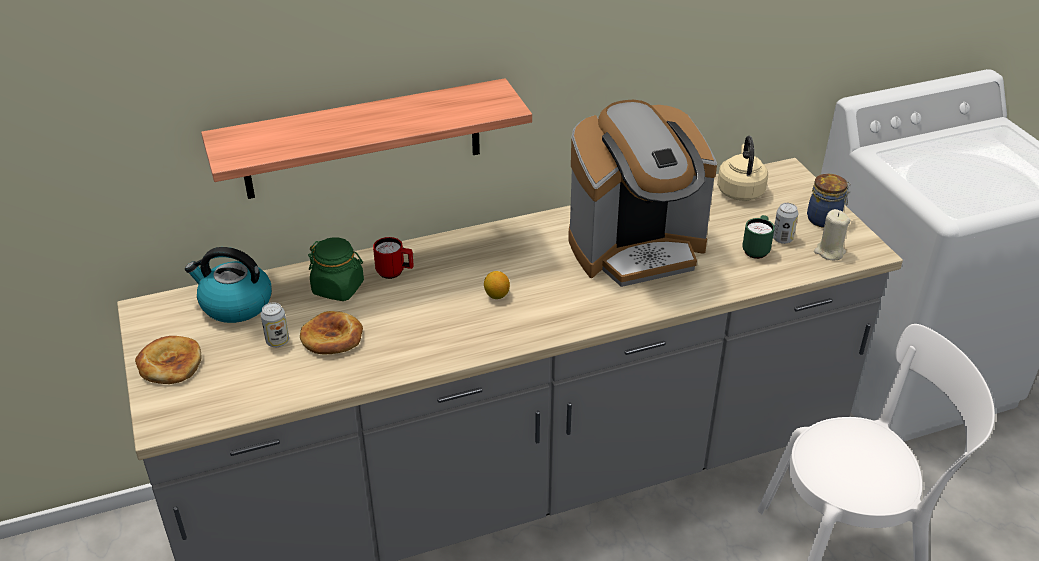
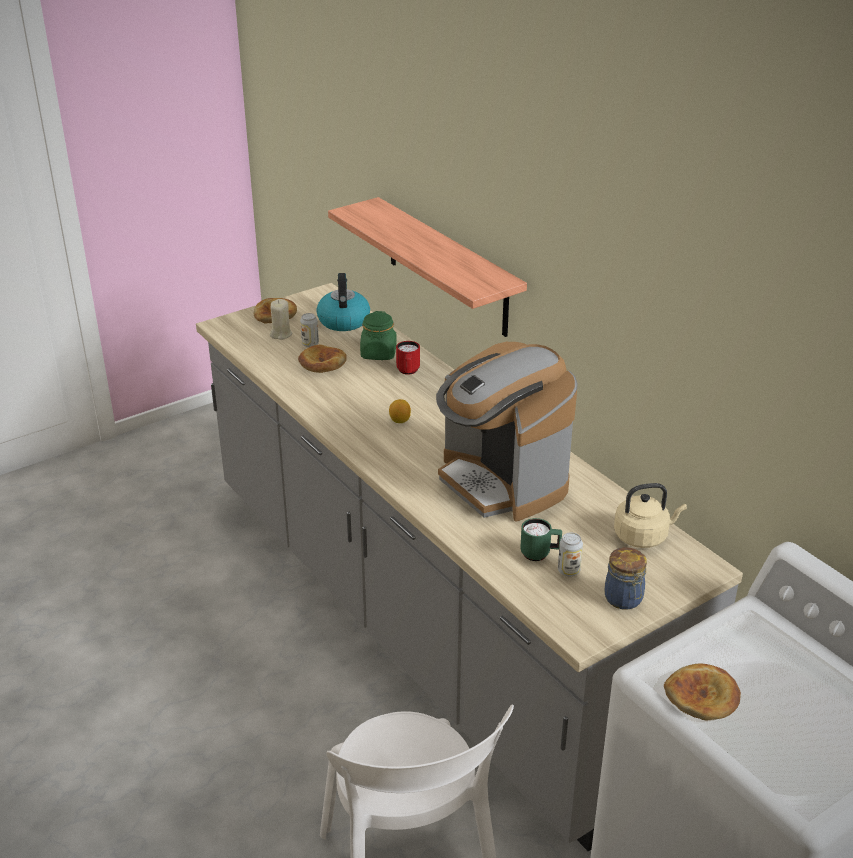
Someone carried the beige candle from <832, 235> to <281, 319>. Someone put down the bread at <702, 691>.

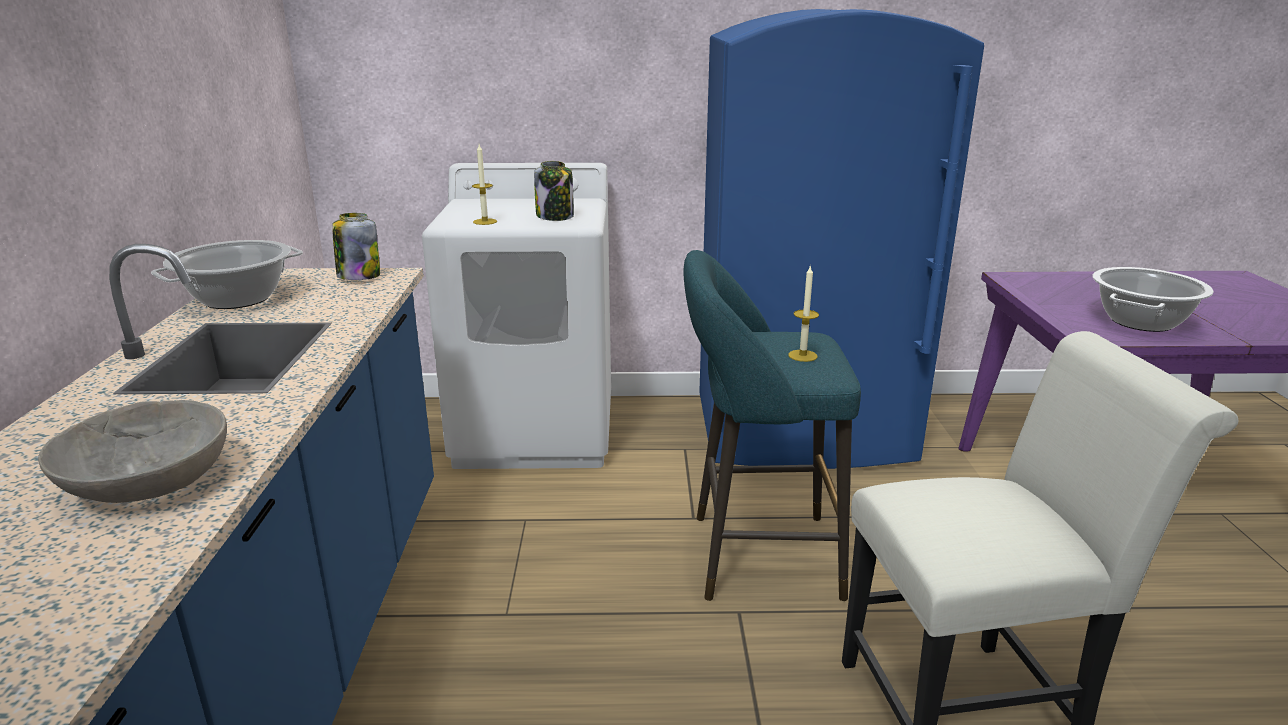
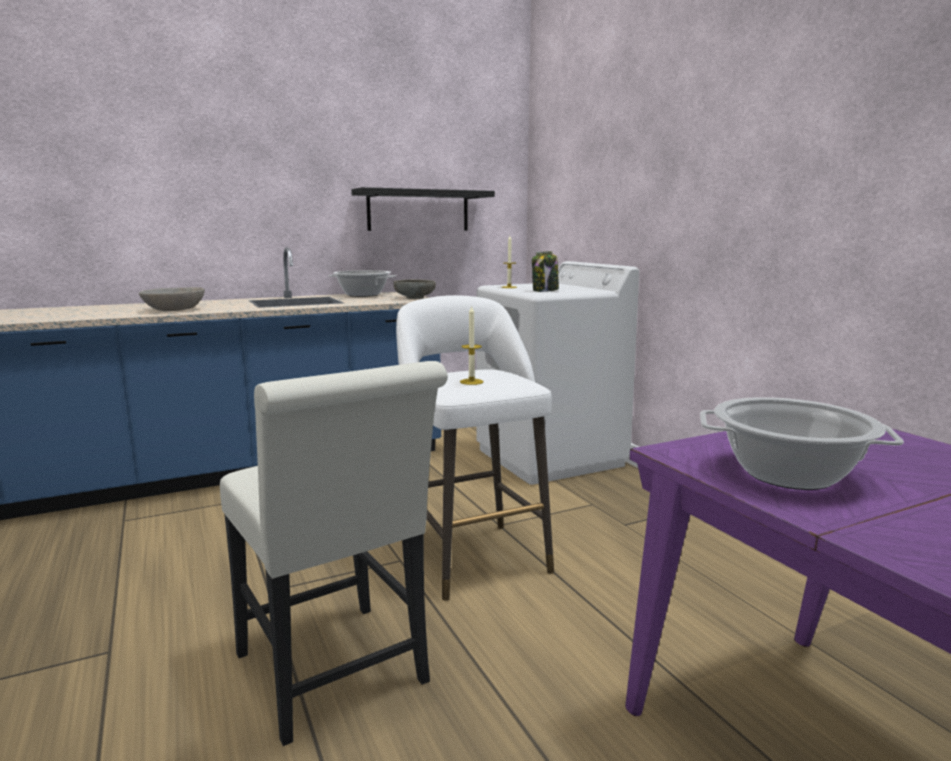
Someone put up the black shelf at <423, 209>. Someone swapped the storage jar at <356, 246> for the greyish deep dish at <415, 289>. Someone repainted the turquoise stool seat at <772, 425>, which became the white-coloured stool seat at <475, 448>. Someone took away the bluish kitchen fridge at <841, 239>.

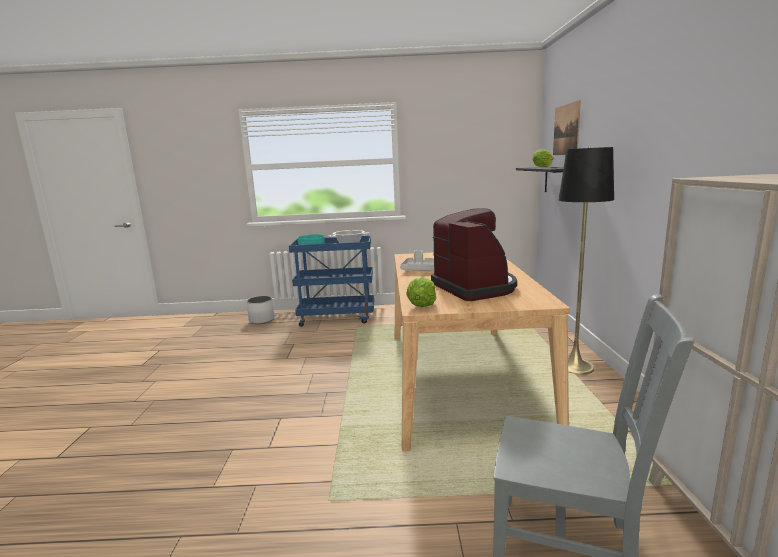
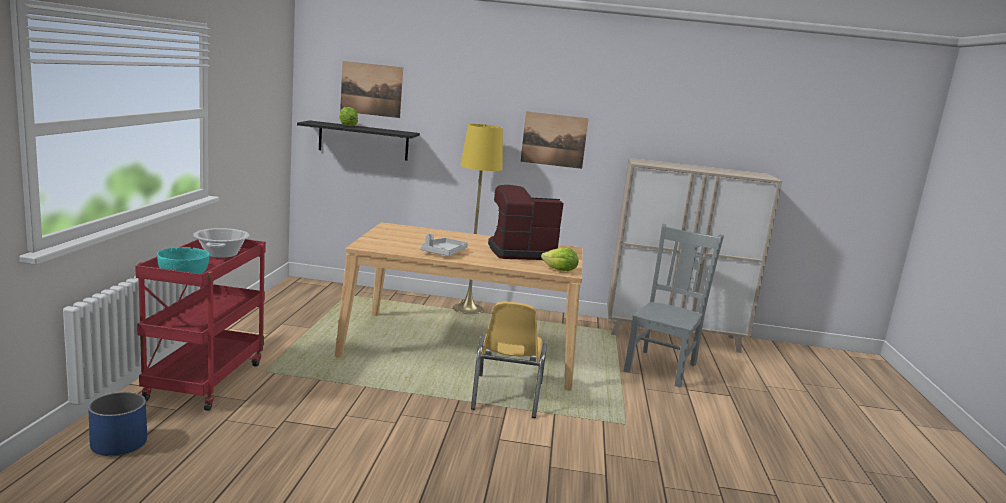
Someone repainted the white-coloured flower pot at <260, 310>, which became the bluish flower pot at <117, 424>. Someone repainted the bluish trolley at <331, 281>, which became the red trolley at <200, 325>. Someone repainted the black standard lamp at <586, 260>, which became the yellow standard lamp at <478, 219>. Someone put down the yellow chair at <509, 360>. Someone put up the wall art at <555, 140>.

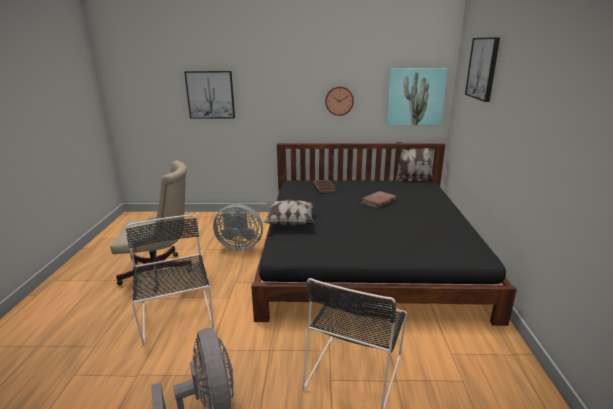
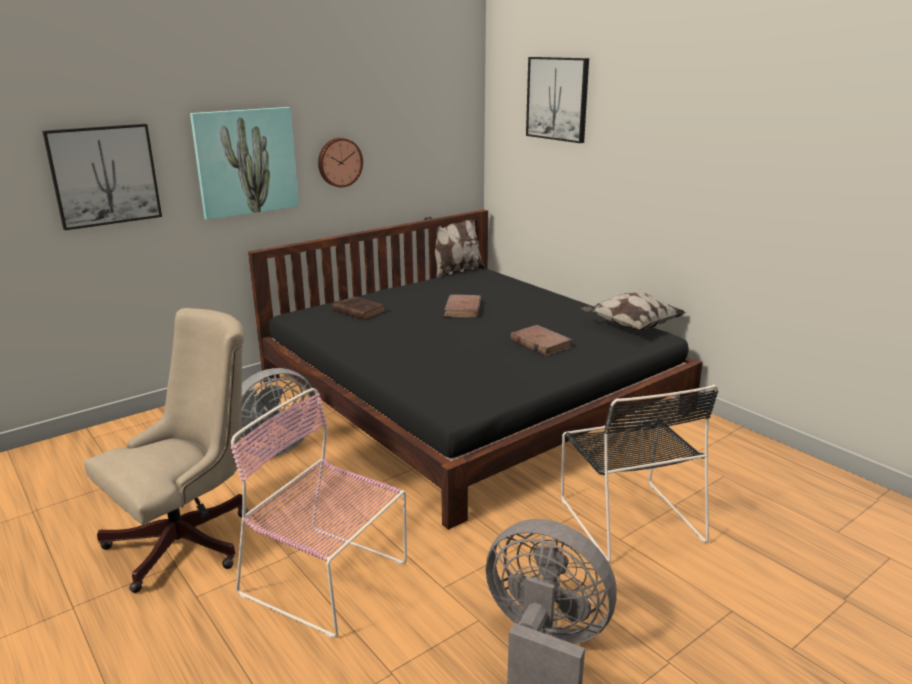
Someone carried the wall art from <417, 96> to <244, 163>. Someone repainted the black chair at <170, 279>, which became the pinkish chair at <319, 513>. Someone put down the brown-coloured volume at <541, 340>. Someone carried the pillow from <288, 213> to <633, 311>.

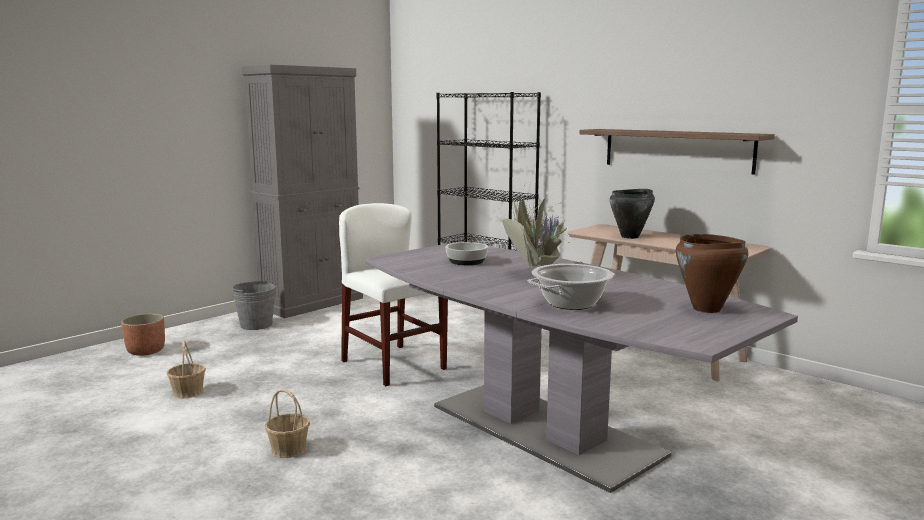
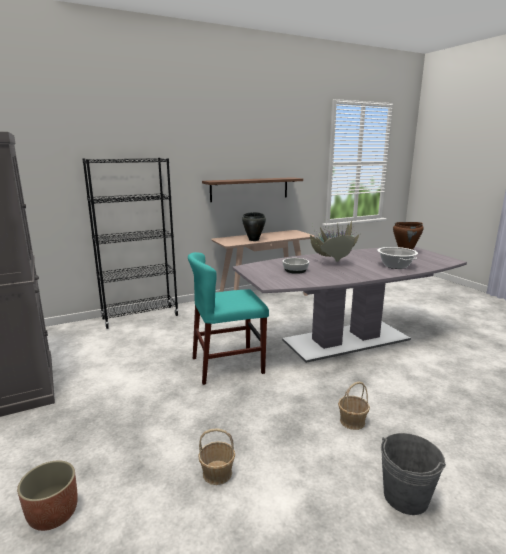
Someone repainted the white-coloured chair at <393, 294>, which became the turquoise chair at <228, 318>. Someone carried the greyish pail from <254, 305> to <413, 474>.

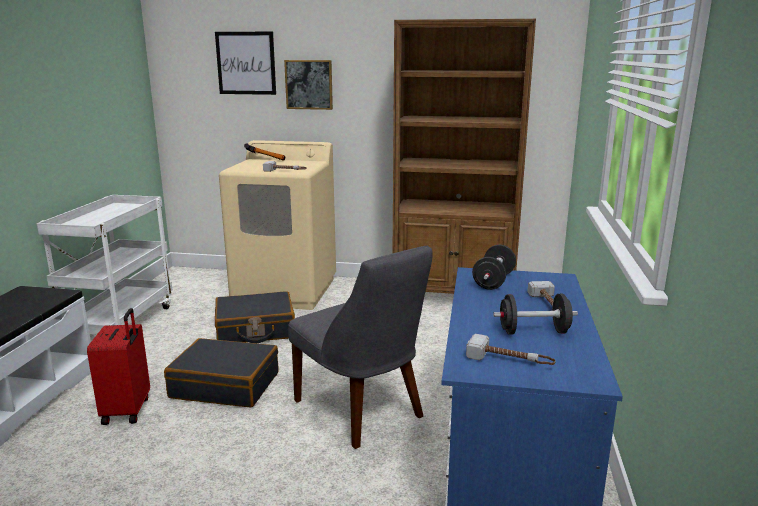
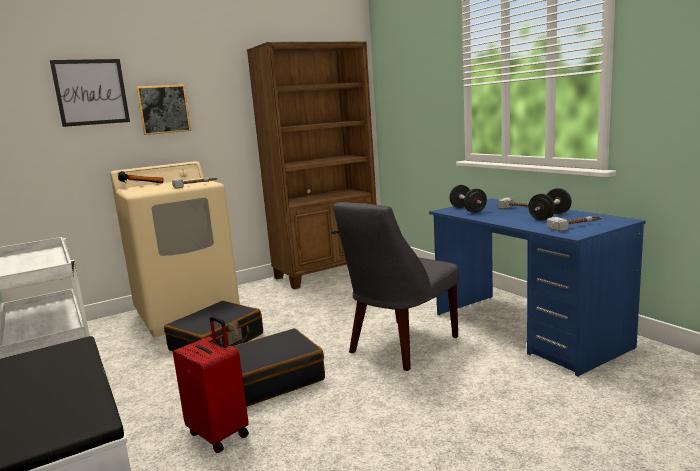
Someone rotated the greyish chair at <360, 347> by 120 degrees clockwise.

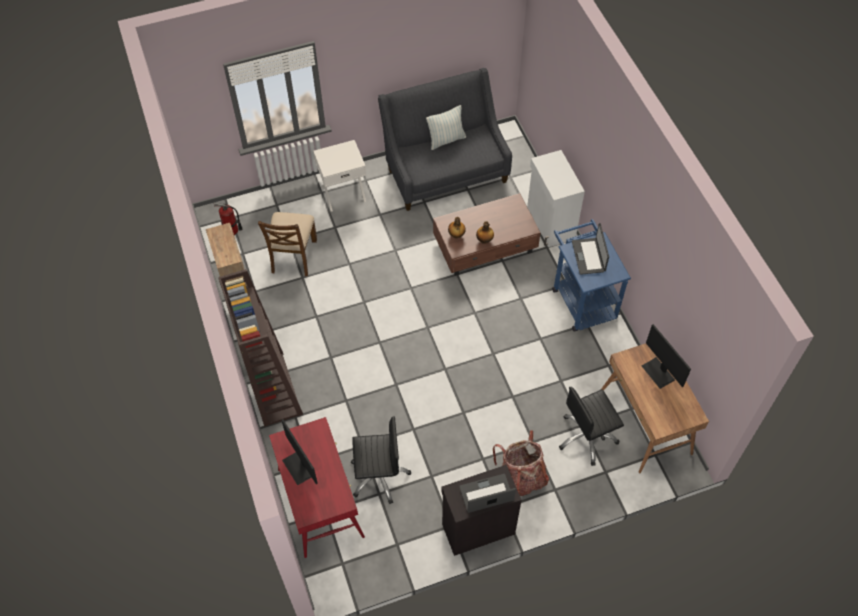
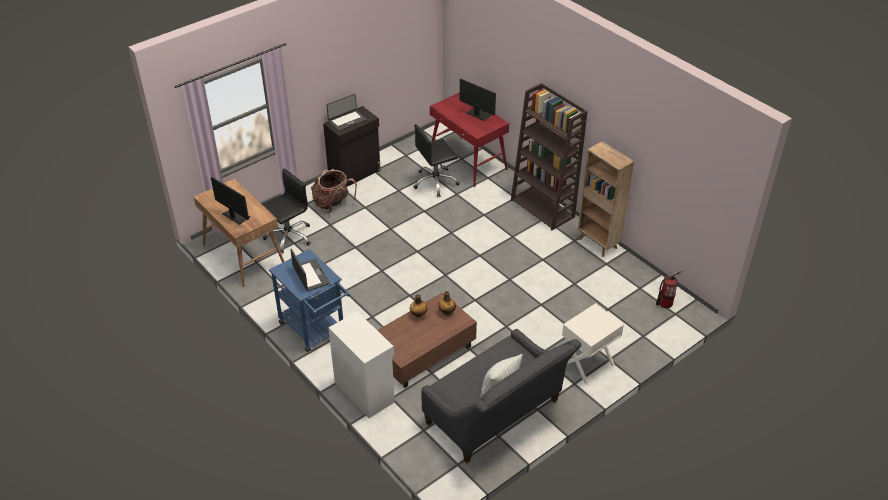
Someone took away the brown-coloured chair at <287, 244>.

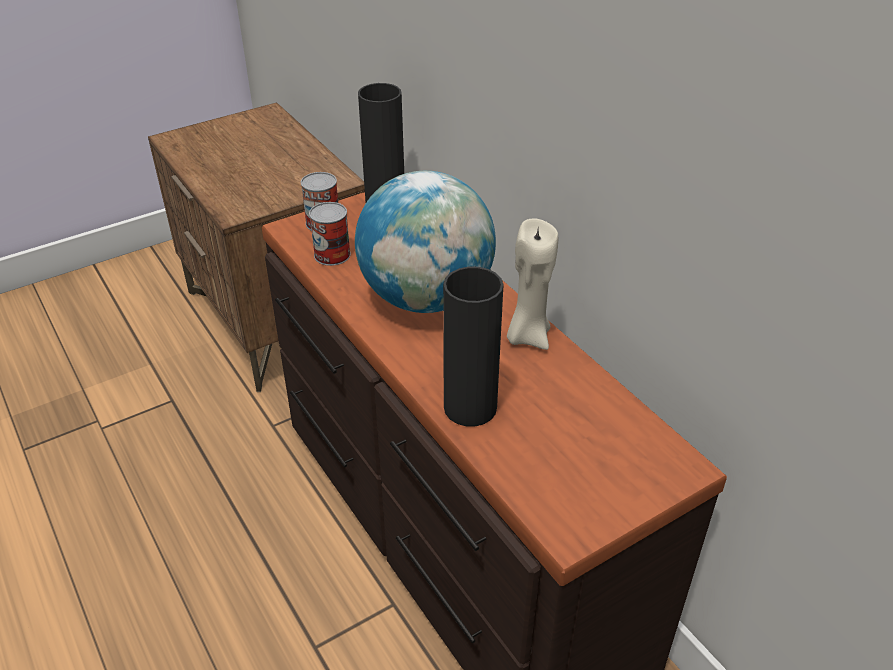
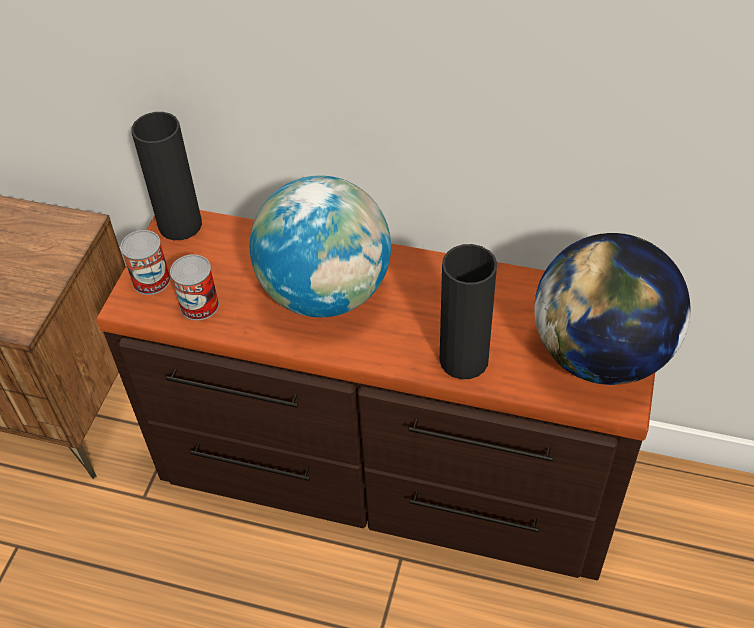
Someone put down the globe at <612, 309>. Someone took away the beige candle at <532, 284>.

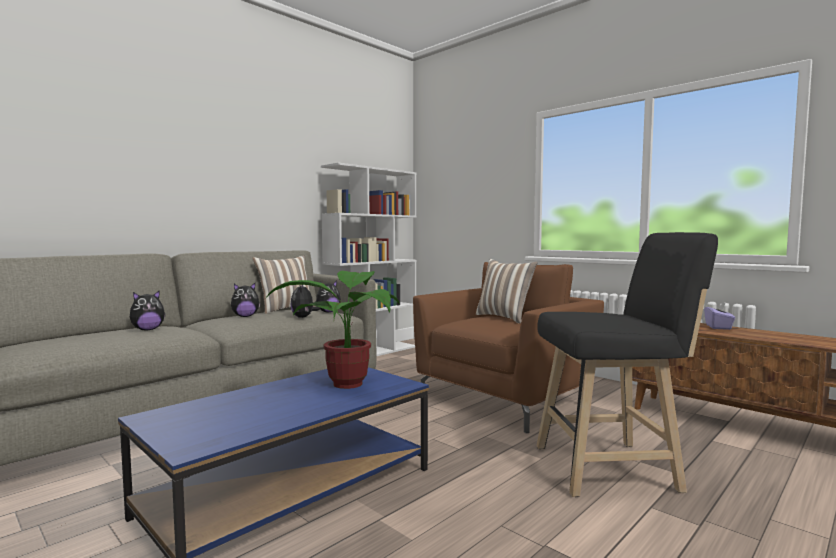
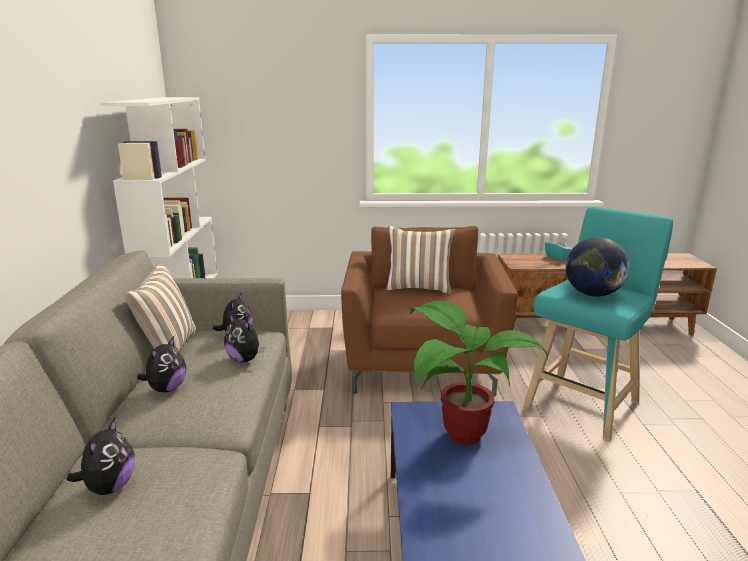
Someone repainted the black stool seat at <627, 364>, which became the turquoise stool seat at <598, 323>. Someone repainted the purplish tissue box at <719, 316>, which became the turquoise tissue box at <559, 249>. Someone put down the globe at <598, 267>.

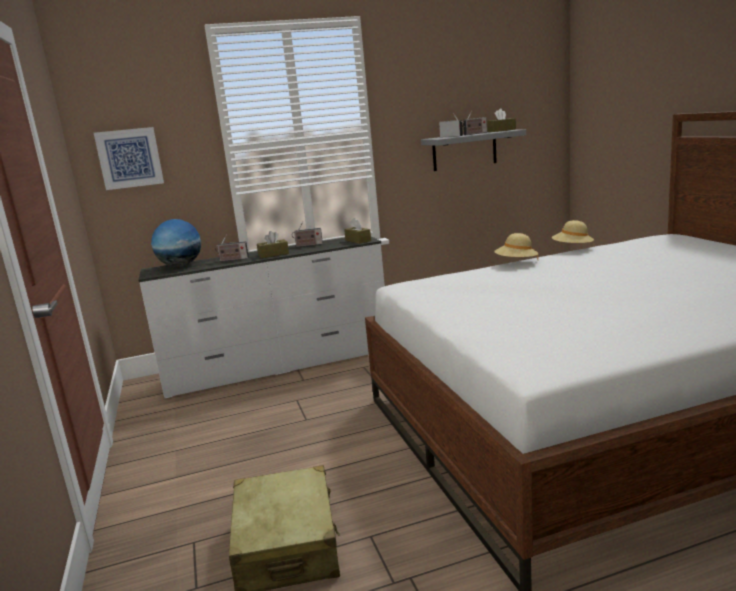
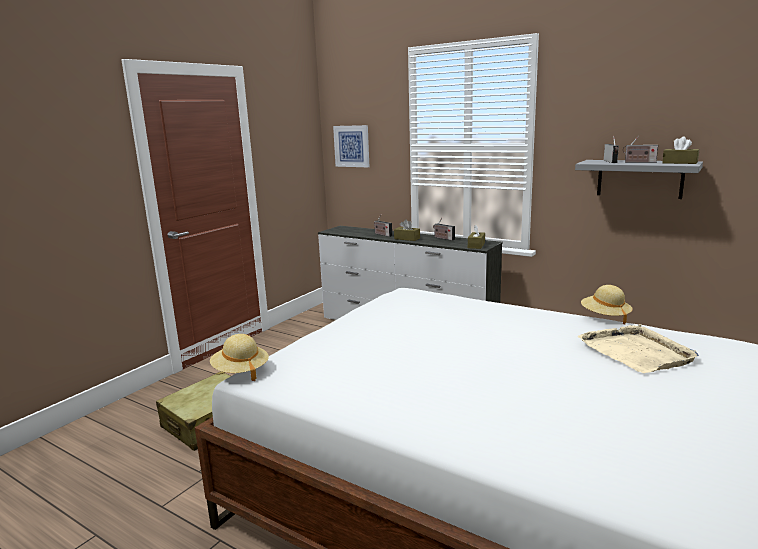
Someone carried the beige wearable hat from <516, 246> to <239, 357>. Someone put down the beige carrying tray at <638, 348>. Someone took away the globe at <176, 243>.

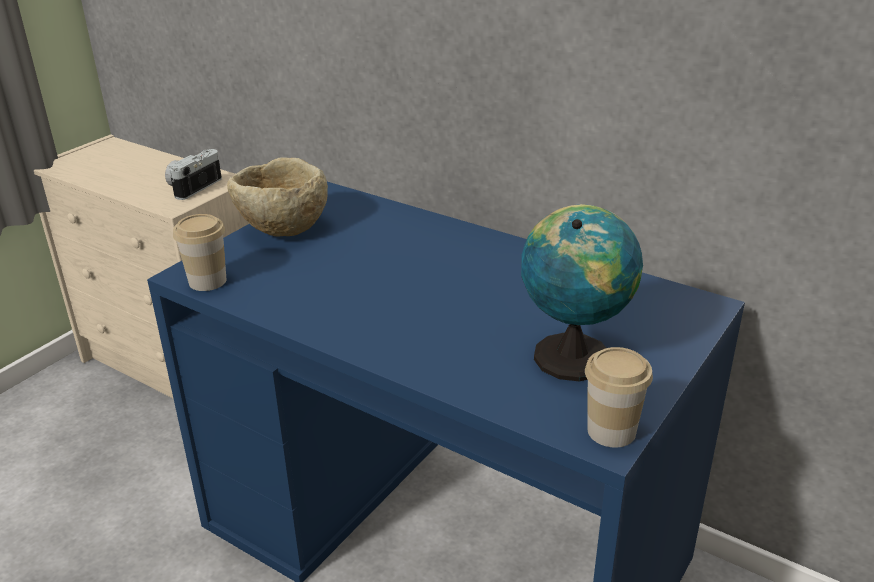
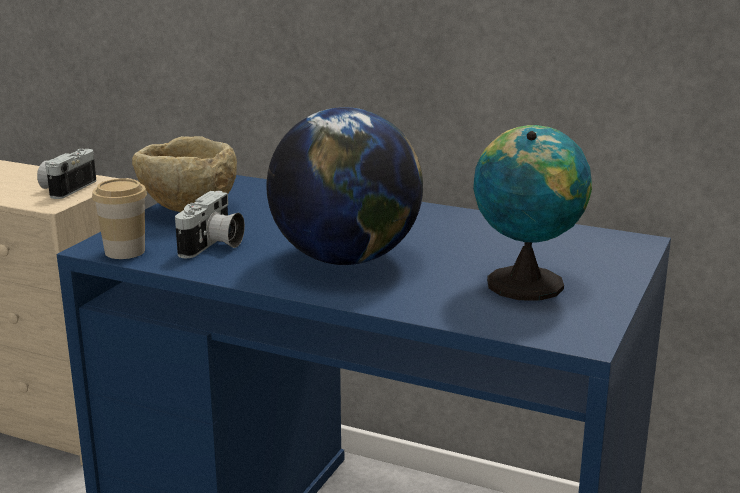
Someone put down the still camera at <210, 224>. Someone put down the globe at <345, 186>. Someone took away the cup at <619, 397>.

